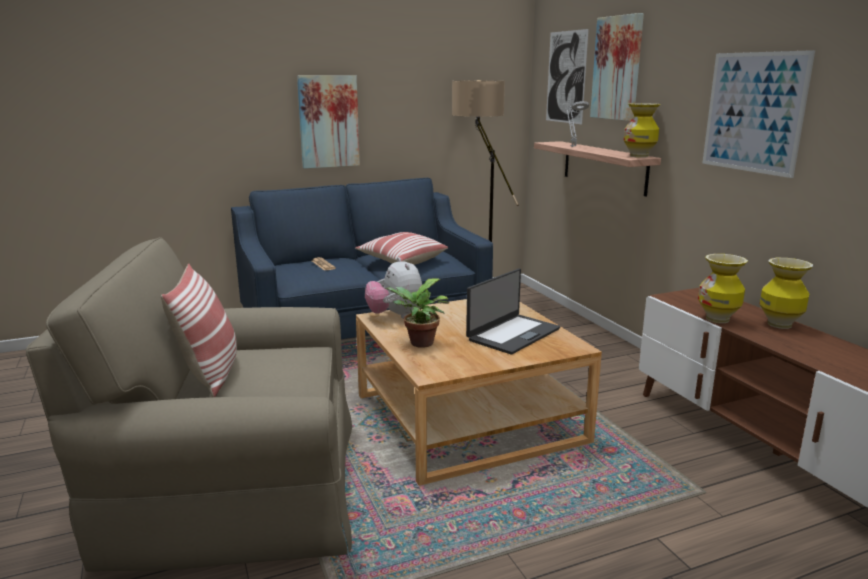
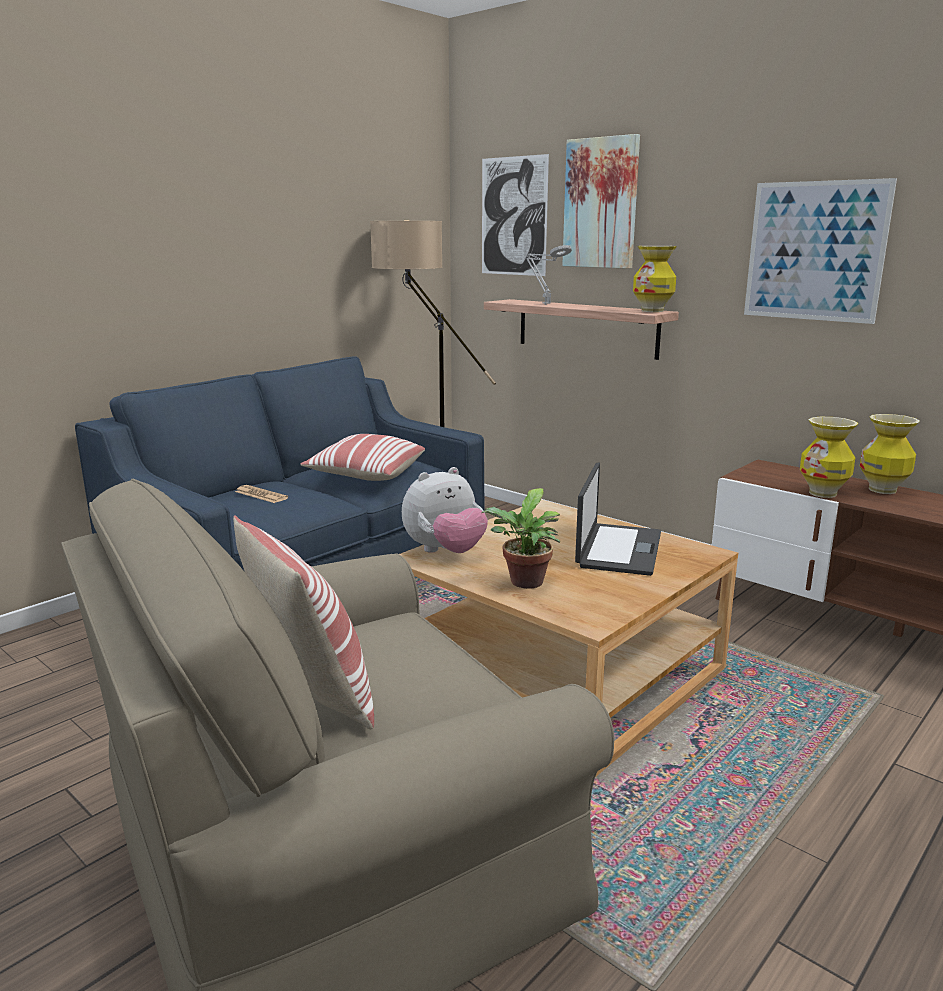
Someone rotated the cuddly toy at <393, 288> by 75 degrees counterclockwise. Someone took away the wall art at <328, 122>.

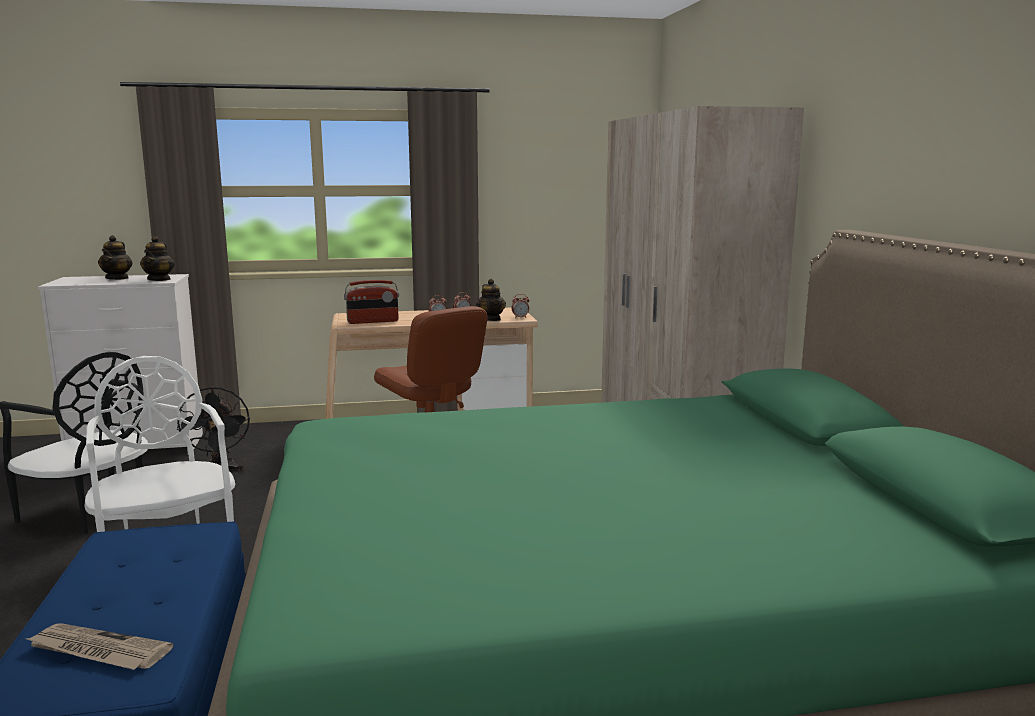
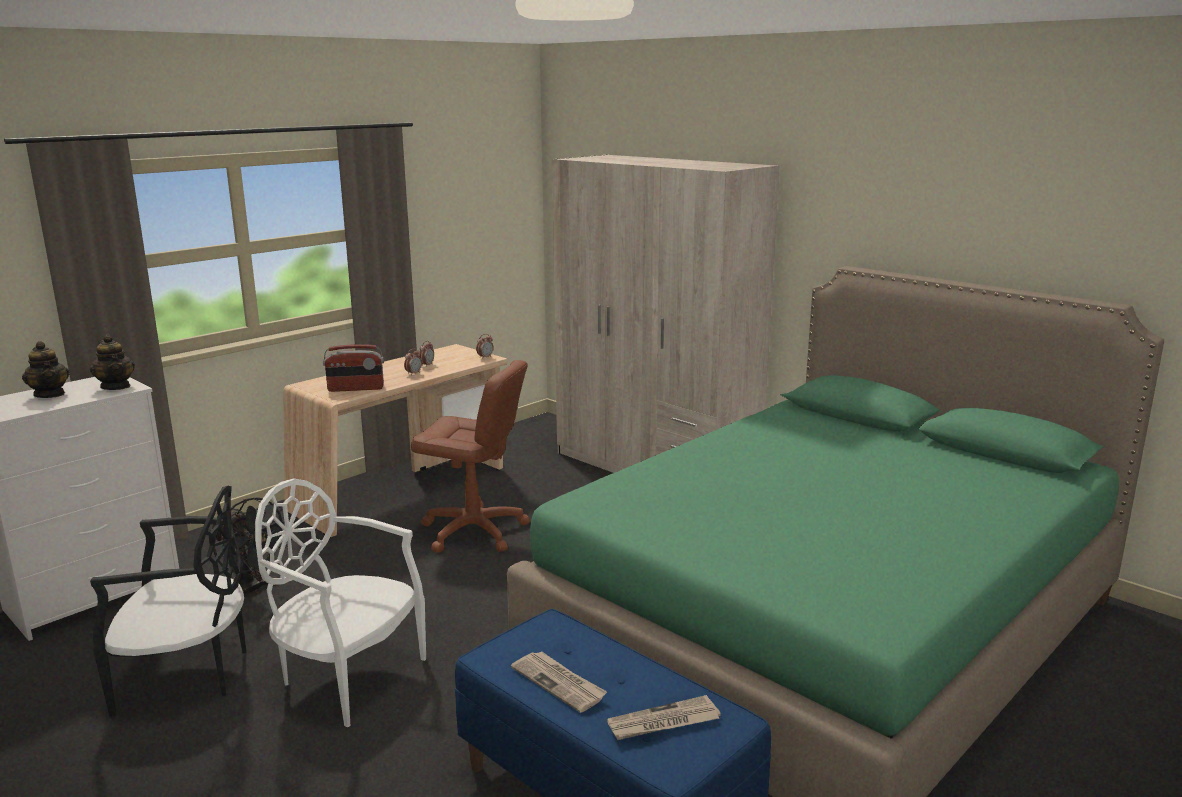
Someone rotated the radio set at <371, 302> by 45 degrees clockwise. Someone put down the newspaper at <559, 682>. Someone took away the tea pot at <491, 300>.

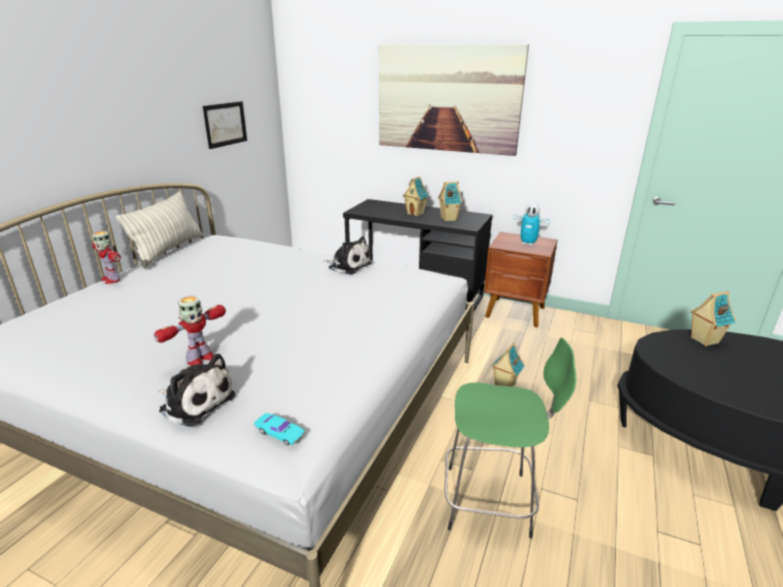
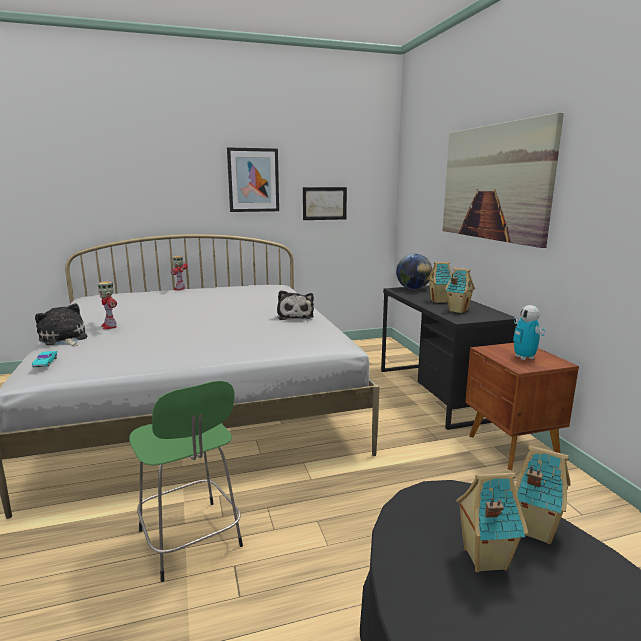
Someone rotated the cuddly toy at <197, 390> by 150 degrees clockwise. Someone rotated the robot figure at <190, 331> by 60 degrees clockwise. Someone put up the wall art at <253, 179>. Someone put down the globe at <414, 271>. Someone carried the miniature house from <507, 364> to <492, 522>. Someone took away the pillow at <159, 229>.

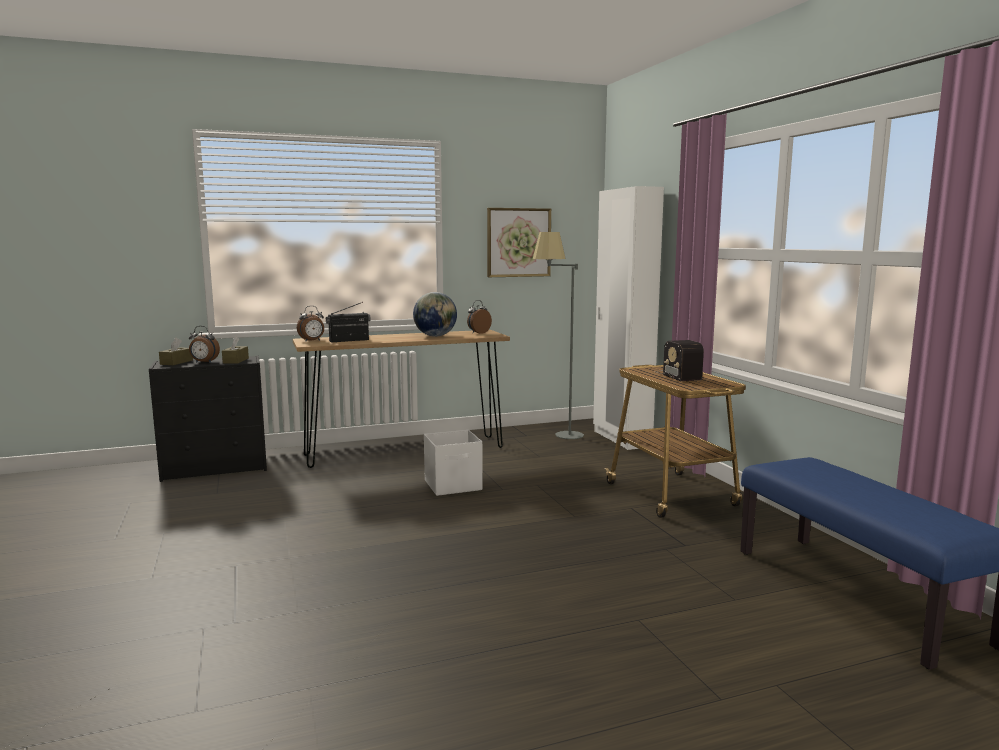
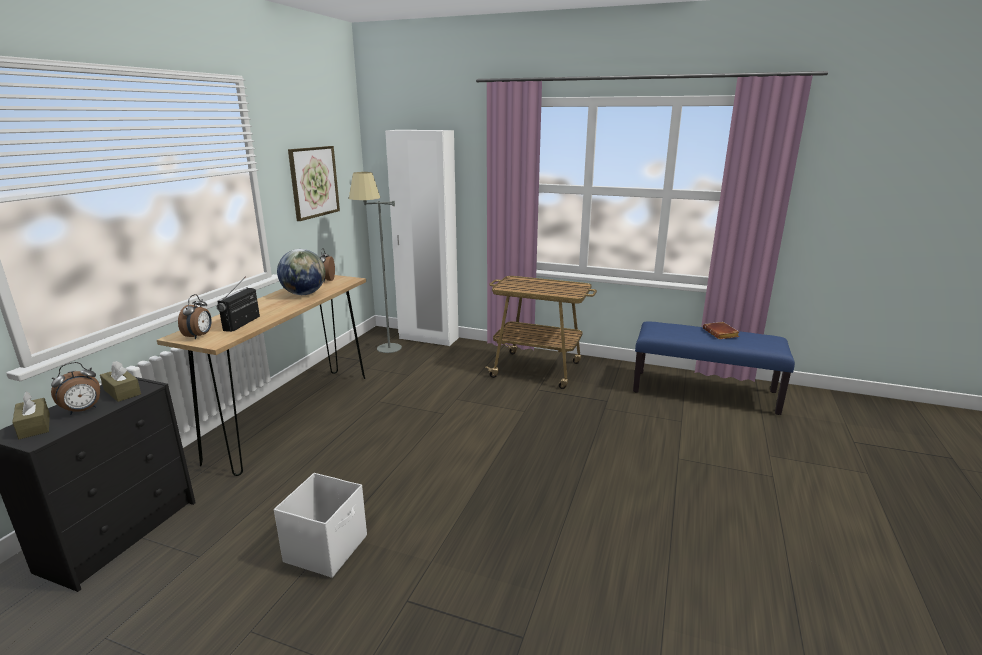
Someone carried the white-coloured storage container from <453, 463> to <320, 525>. Someone put down the brown-coloured volume at <721, 330>. Someone took away the radio set at <679, 360>.

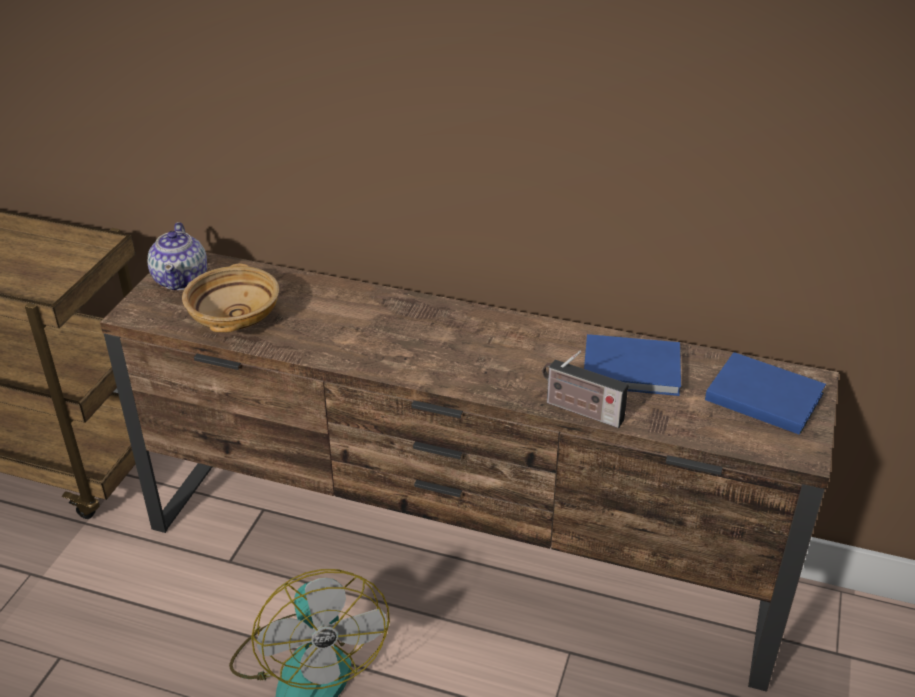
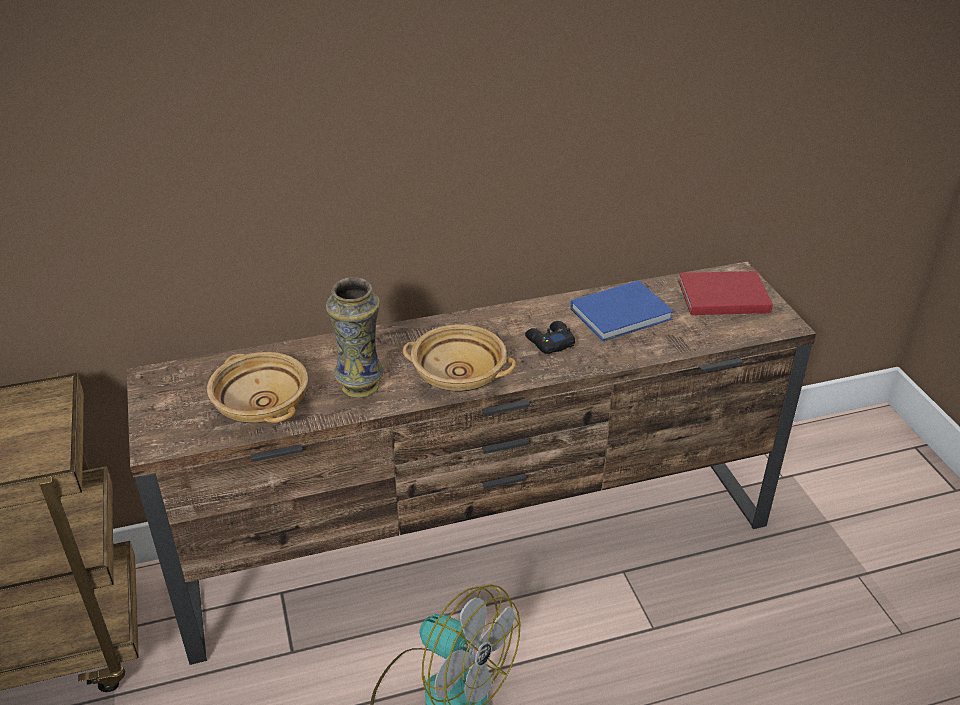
Someone put down the decorative vase at <354, 337>. Someone put down the beige deep dish at <459, 358>. Someone put down the black gamepad at <550, 337>. Someone repainted the bluish volume at <765, 393>, which became the red volume at <725, 293>. Someone took away the tea pot at <177, 256>. Someone took away the radio set at <585, 389>.

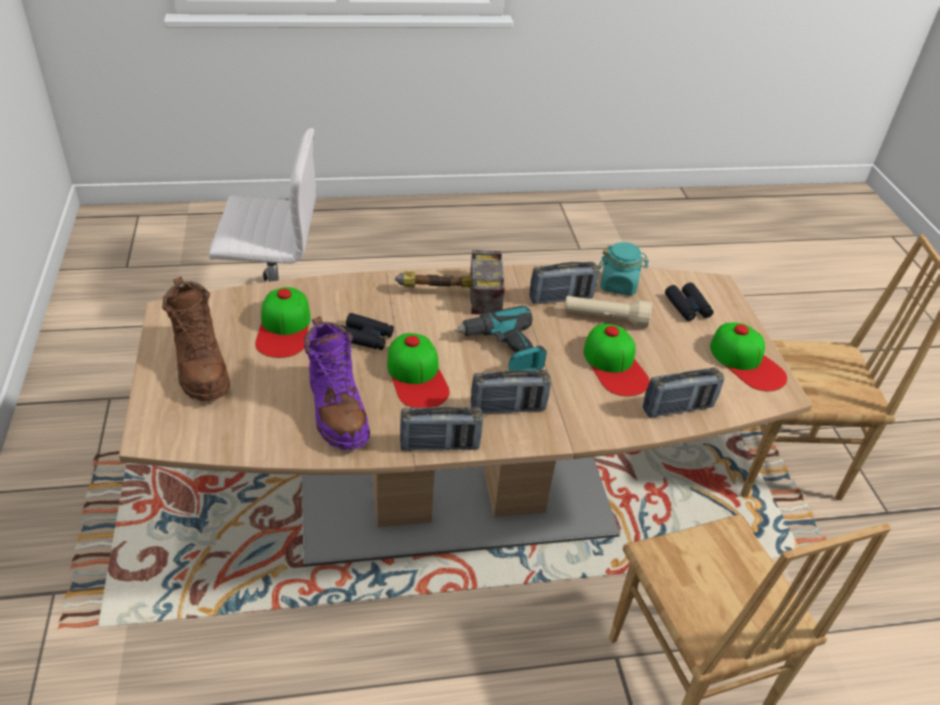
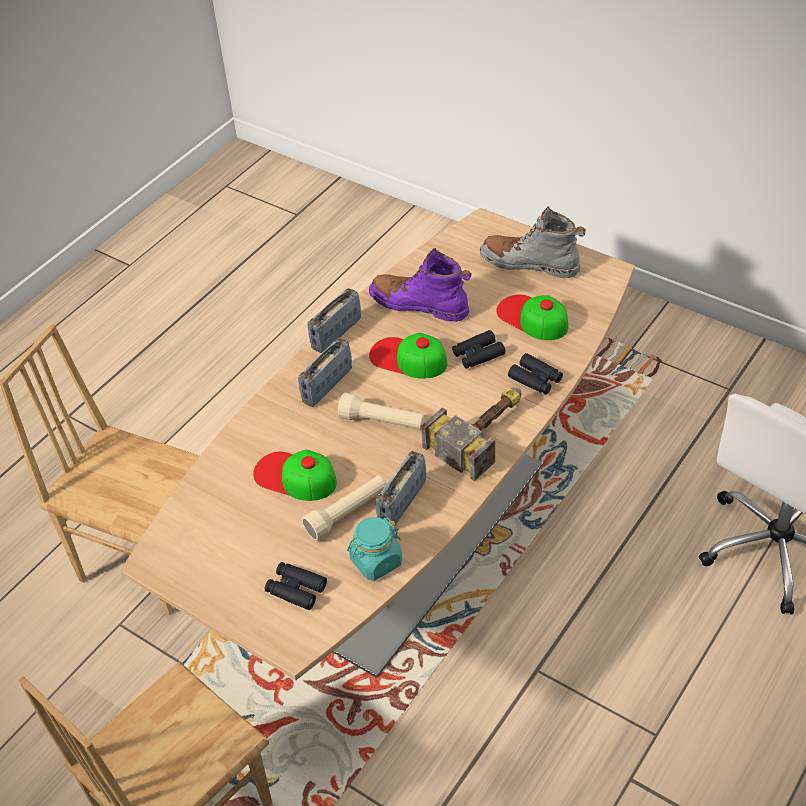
Someone swapped the electric drill at <501, 338> for the beige flashlight at <381, 411>. Someone repainted the brown-coloured high-top boot at <196, 338>, which became the greyish high-top boot at <533, 242>. Someone put down the black binoculars at <535, 374>. Someone took away the radio set at <683, 393>. Someone took away the cap at <748, 357>.

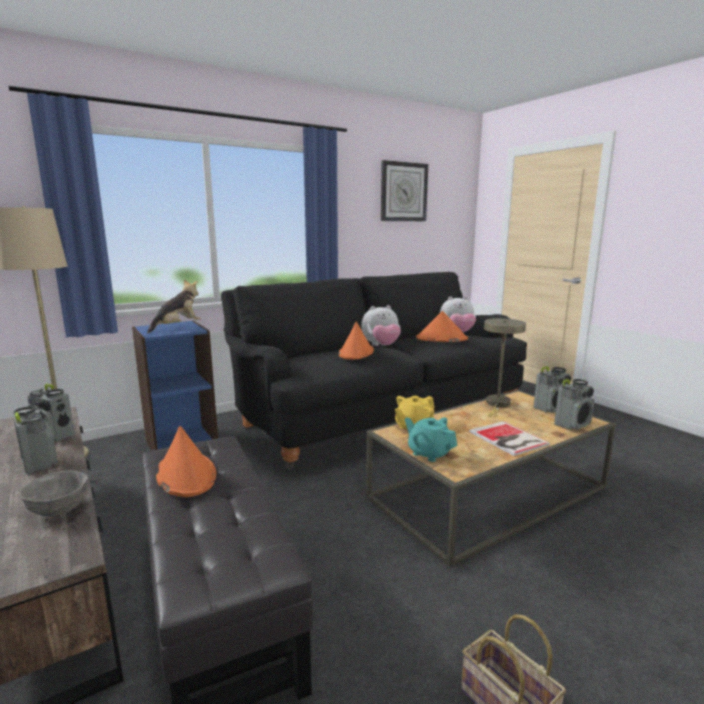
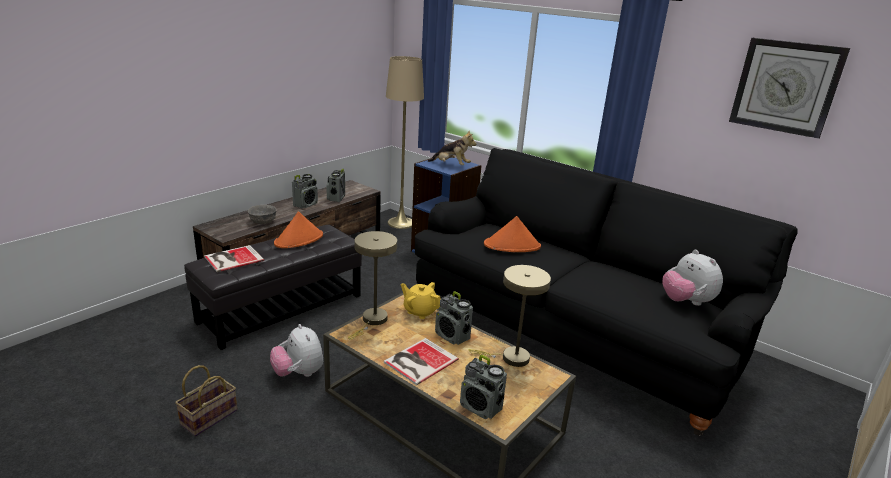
Someone put down the volume at <234, 258>. Someone carried the cuddly toy from <381, 325> to <296, 350>. Someone swapped the turquoise tea pot at <431, 439> for the beige table lamp at <372, 285>. Someone carried the radio set from <552, 389> to <454, 318>. Someone took away the orangey wearable hat at <442, 326>.

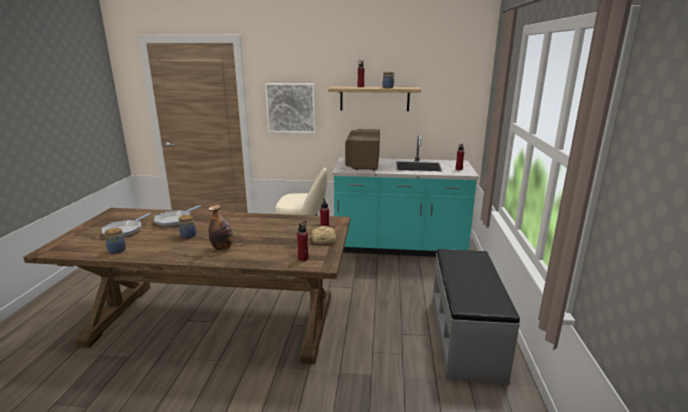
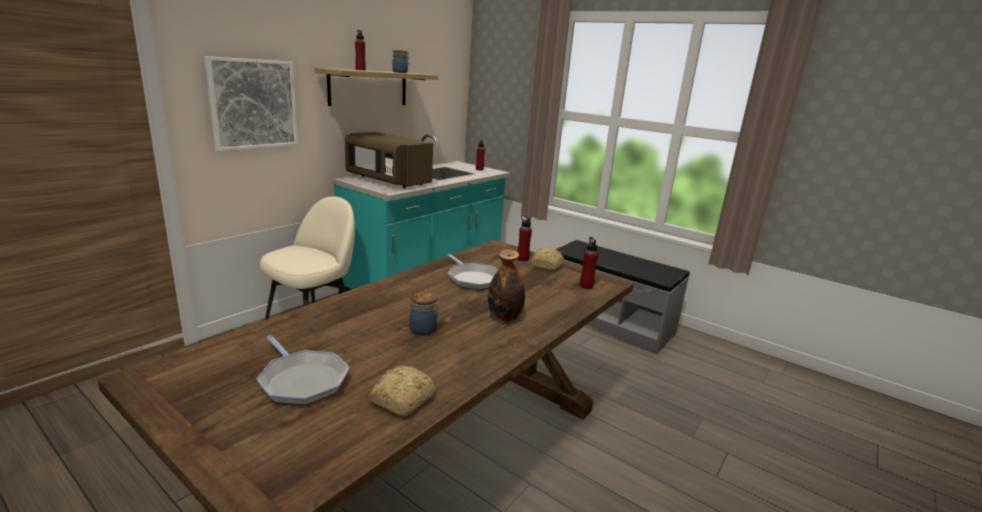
Someone swapped the storage jar at <115, 241> for the bread at <402, 390>. Someone carried the frying pan from <177, 216> to <472, 272>.

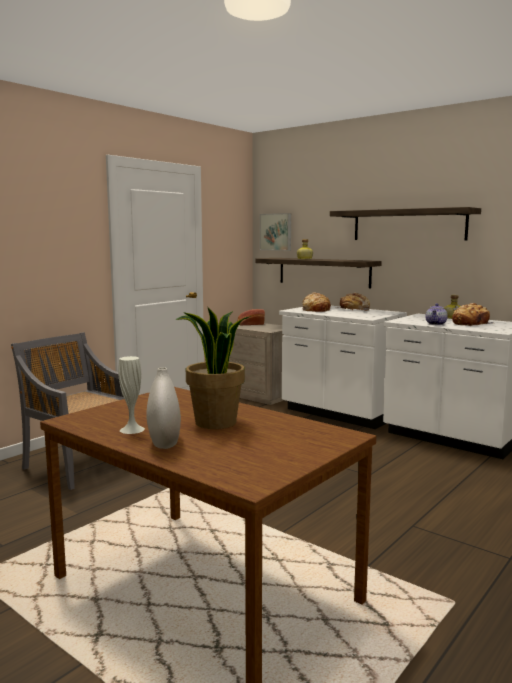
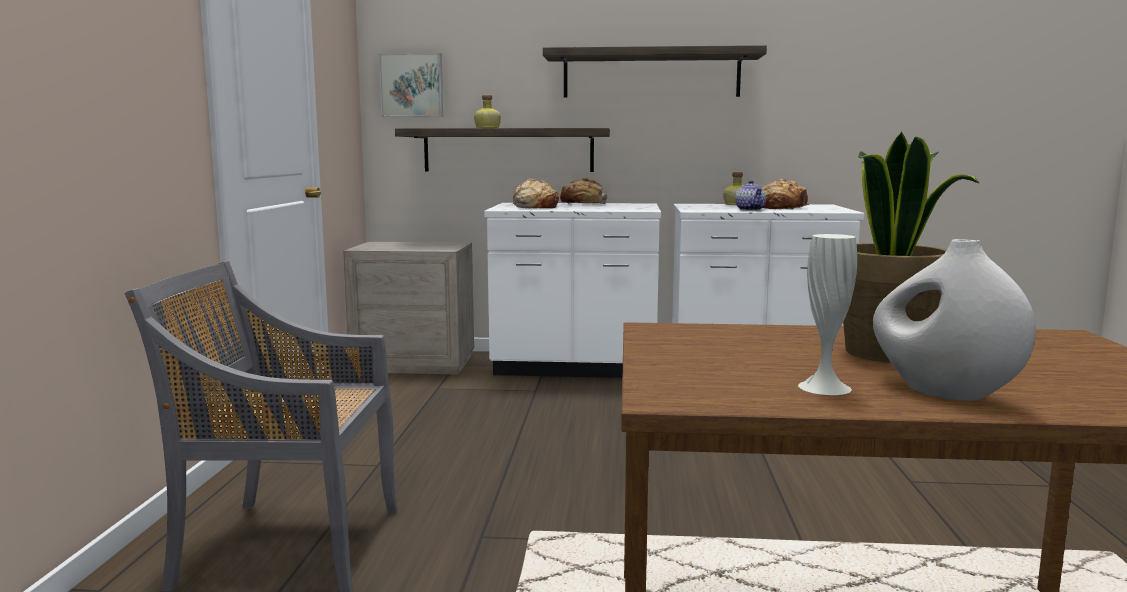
Someone took away the bread at <251, 317>.

